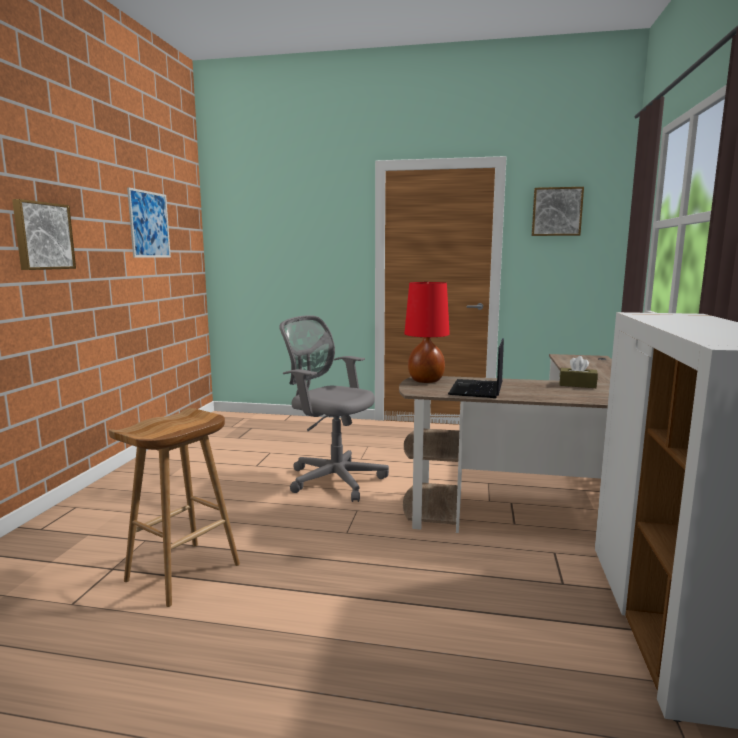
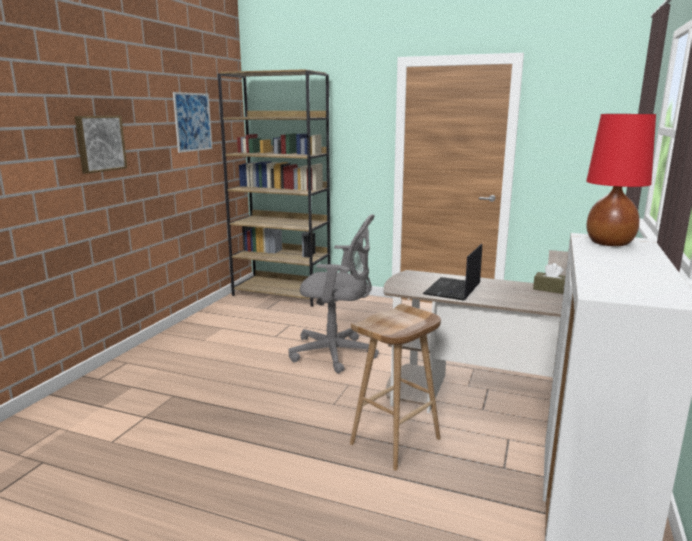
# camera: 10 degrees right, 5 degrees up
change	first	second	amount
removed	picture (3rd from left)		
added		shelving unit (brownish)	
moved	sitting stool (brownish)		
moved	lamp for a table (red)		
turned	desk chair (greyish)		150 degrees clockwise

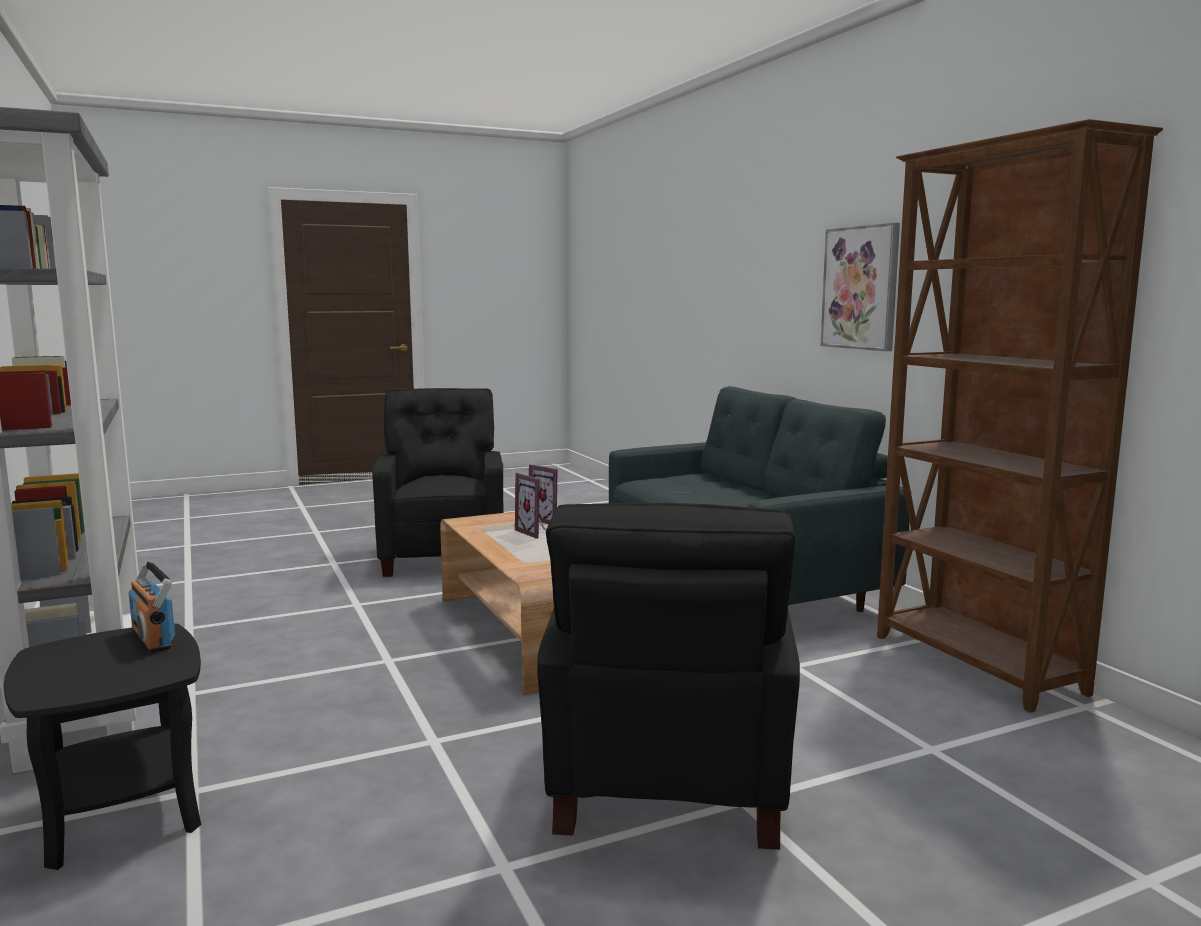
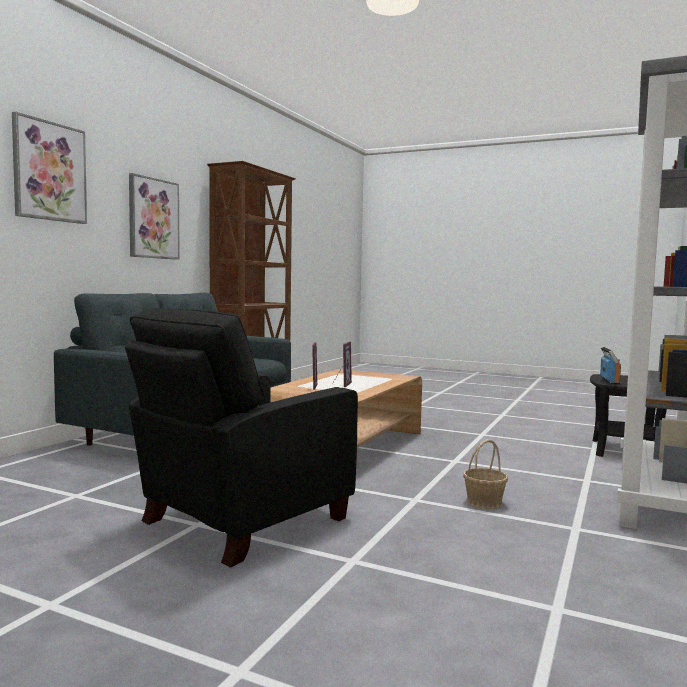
# camera: 130 degrees left, 5 degrees down
change	first	second	amount
removed	lounge chair (blackish) (2nd from left)		
added		picture (1st from left)	
added		basket	

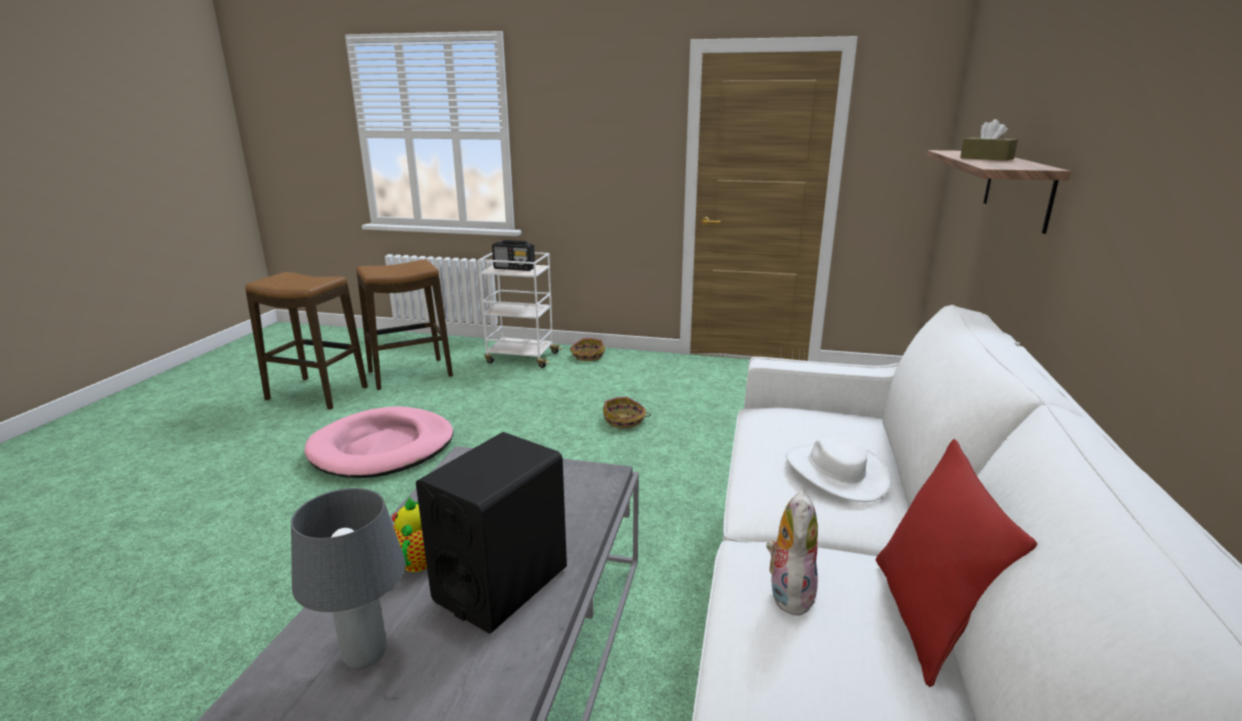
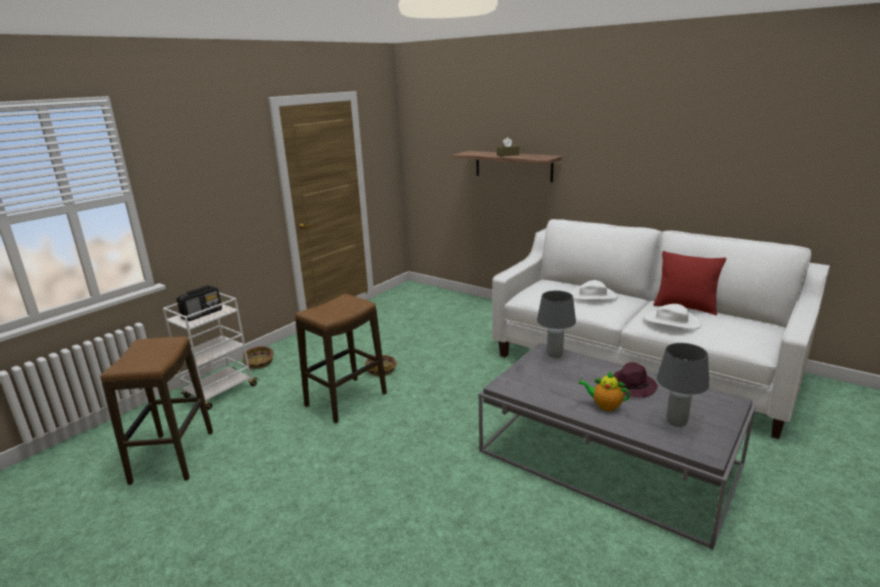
# camera: 65 degrees left, 0 degrees up
change	first	second	amount
removed	pet bed (pink-coloured)		
added		lamp for a table (greyish) (1st from left)	
moved	sitting stool (1st from left in the first image)	sitting stool (2nd from left)	
replaced	audio speaker (blackish)	hat (purple-coloured)	
replaced	plush toy	hat (whitish) (2nd from left)	

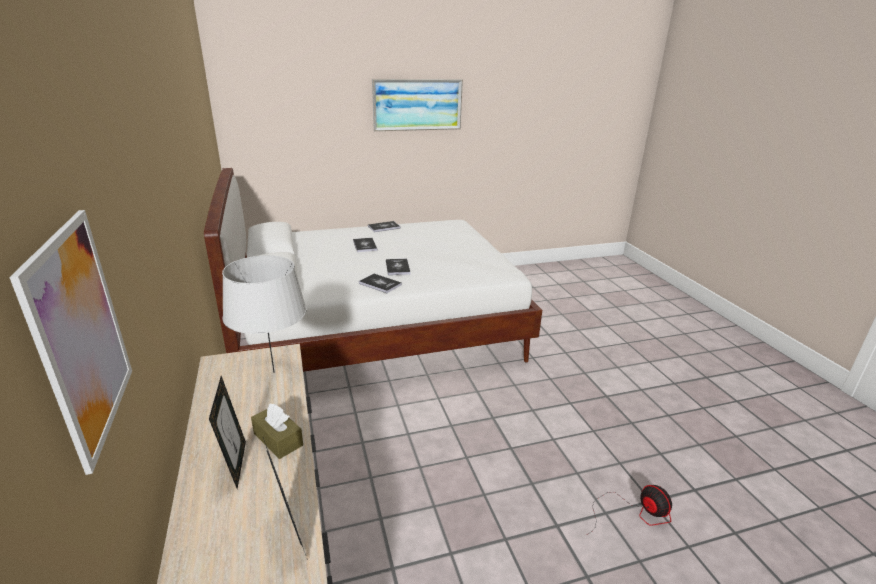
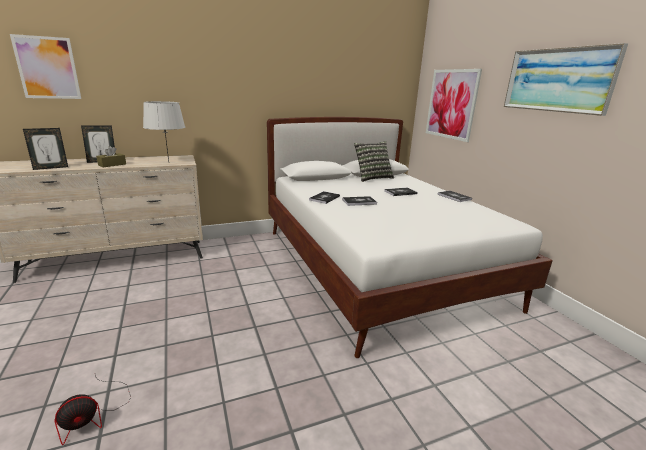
# camera: 85 degrees right, 5 degrees down
change	first	second	amount
added		throw pillow	
added		picture (2nd from left)	

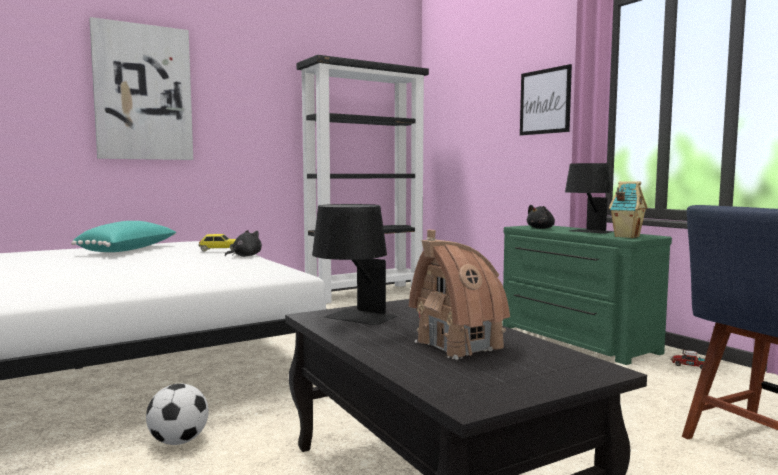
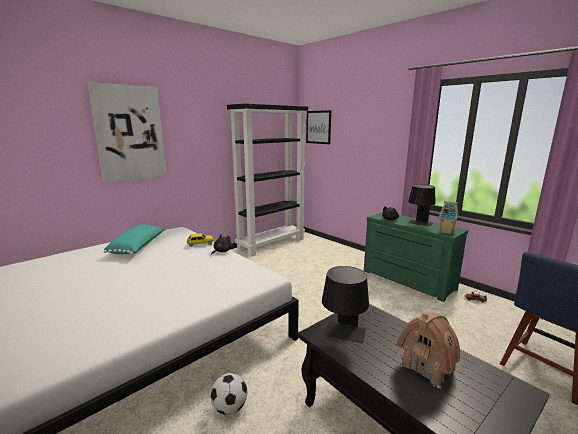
# camera: 10 degrees left, 10 degrees up
change	first	second	amount
moved	picture (2nd from left)		

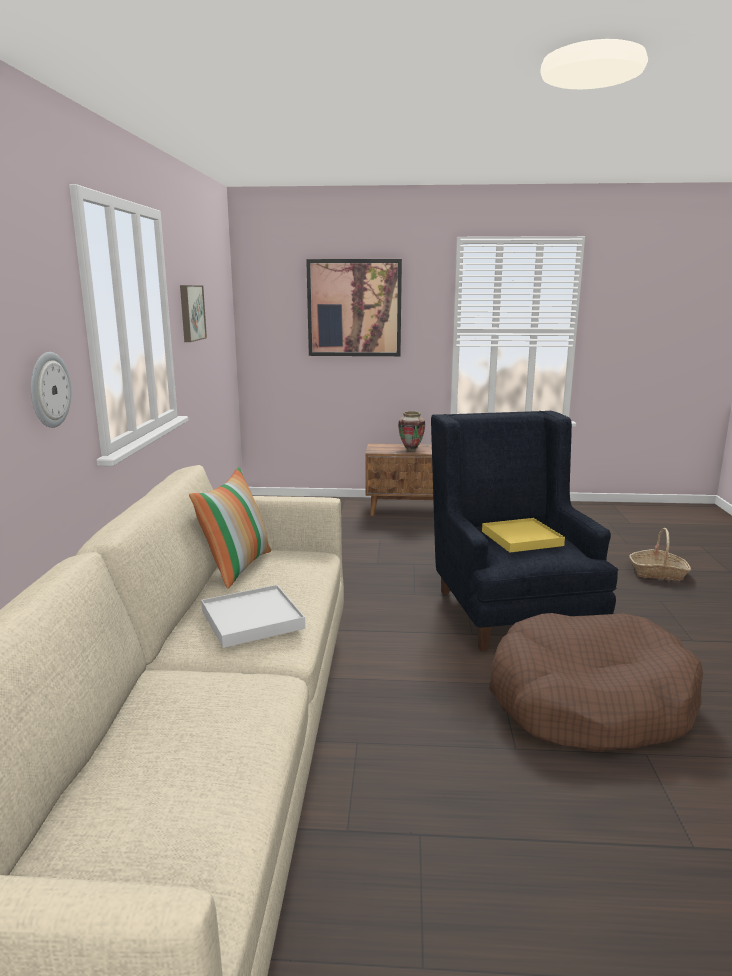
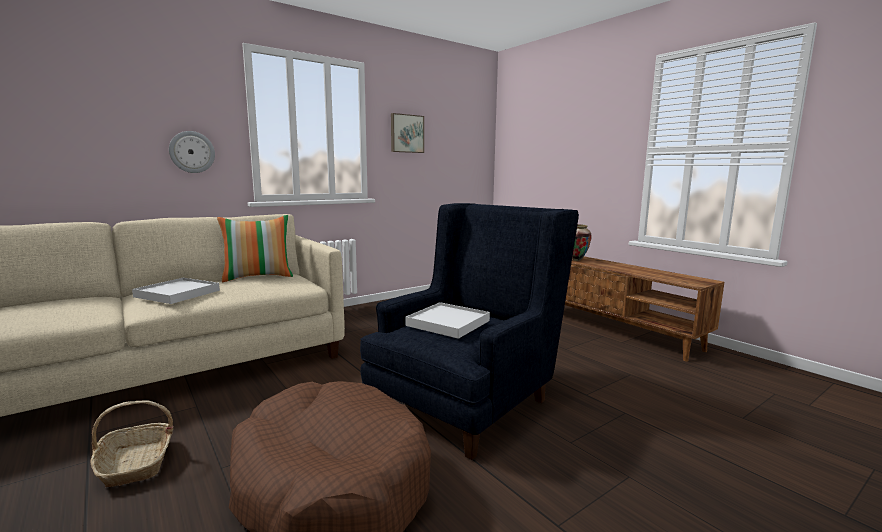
# camera: 50 degrees right, 5 degrees down
change	first	second	amount
removed	picture (2nd from left)		
moved	basket		
recoloured	serving tray (yellow-coloured)	serving tray (whitish) (2nd from left)	

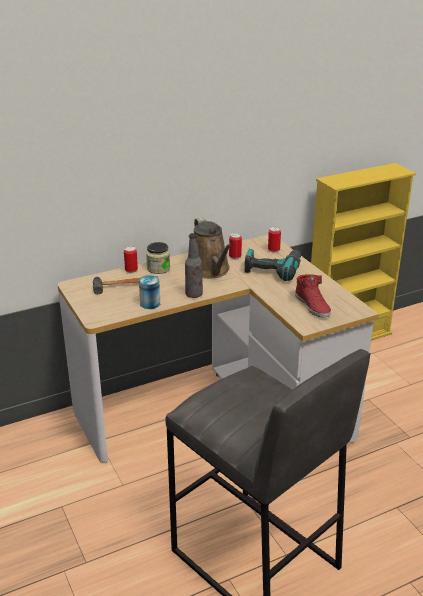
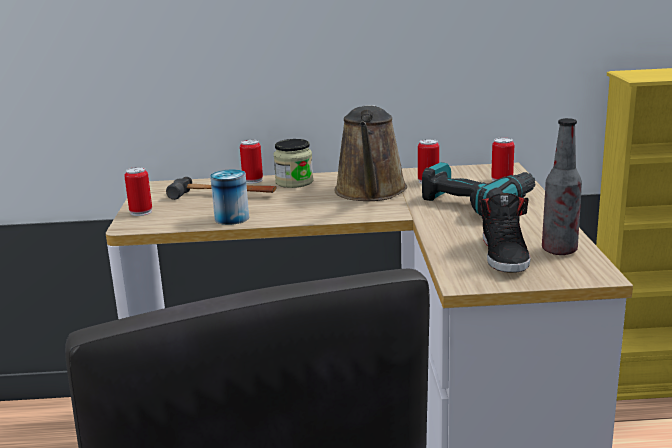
# camera: 25 degrees right, 10 degrees down
change	first	second	amount
added		sealed can (1st from left)	
moved	drink bottle		
recoloured	item of footwear (red)	item of footwear (blackish)	

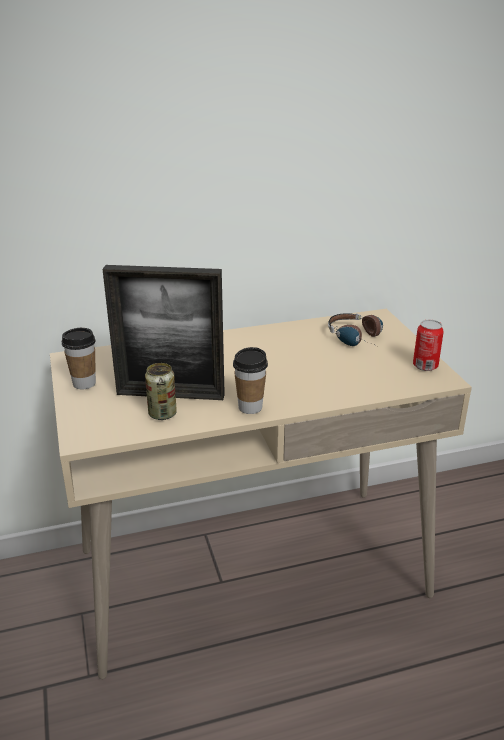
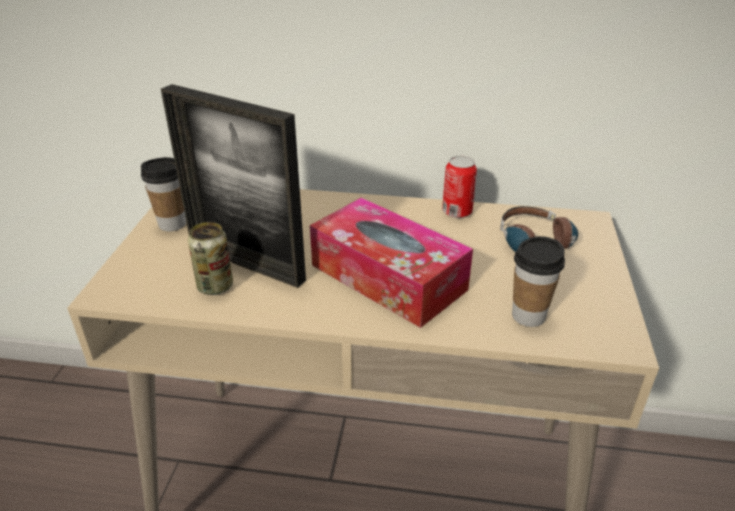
# camera: 25 degrees right, 5 degrees up
change	first	second	amount
added		tissue holder	
moved	small cup (2nd from left)		
moved	sealed can (2nd from left)		

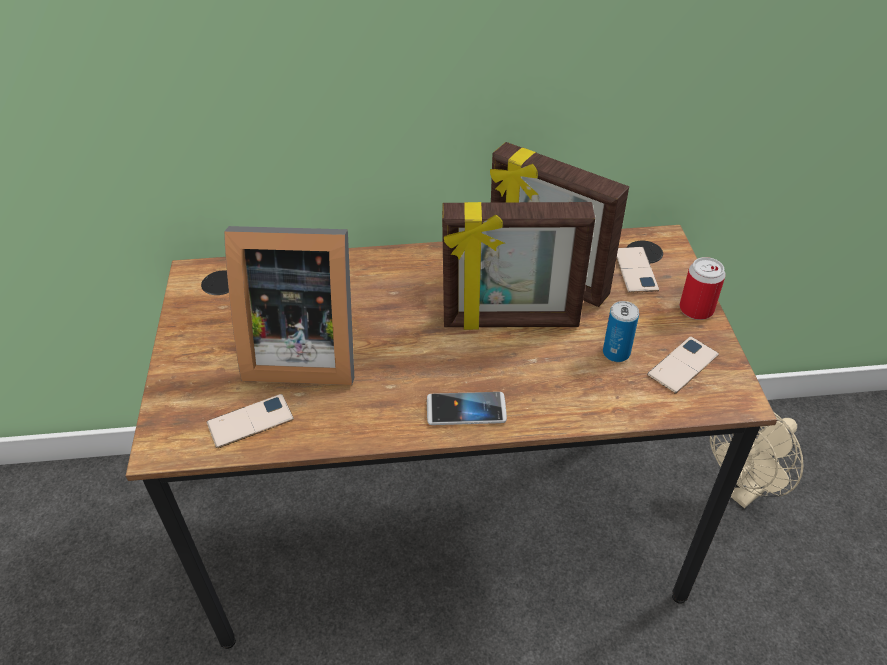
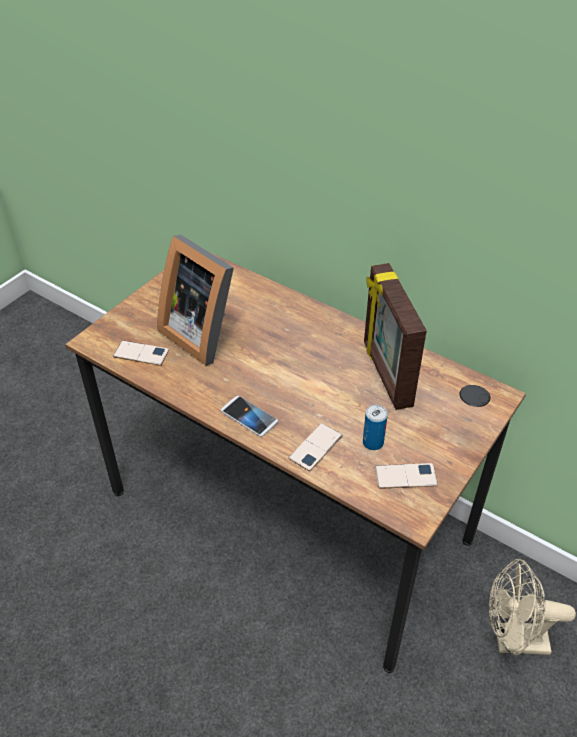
# camera: 40 degrees right, 0 degrees up
change	first	second	amount
removed	picture frame (2nd from left)		
removed	sealed can (2nd from left)		
moved	handset (3rd from left)		

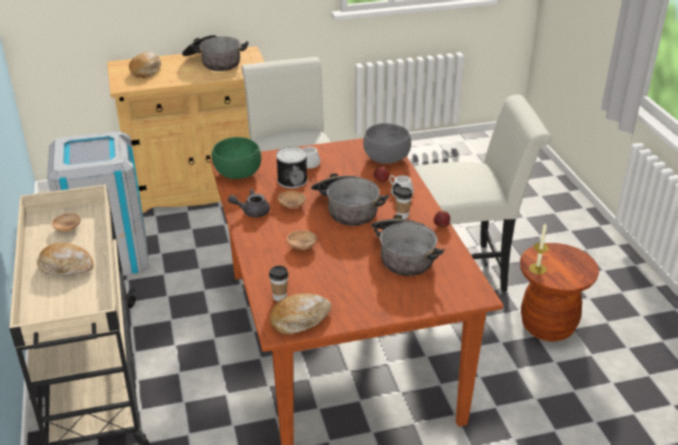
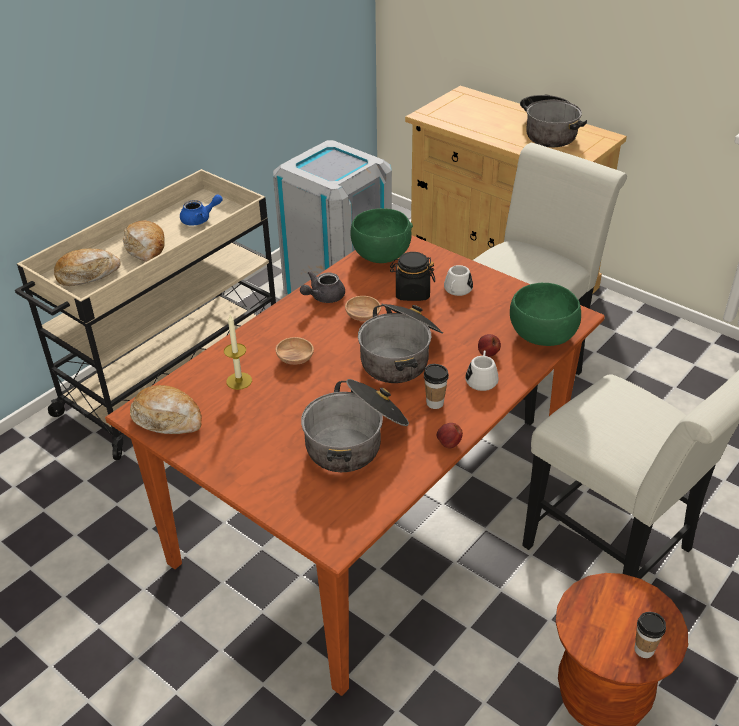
# camera: 55 degrees right, 5 degrees up
change	first	second	amount
moved	bakery bread (2nd from left in the first image)	bakery bread (1st from left)	
moved	small cup (1st from left in the first image)	small cup (2nd from left)	
moved	wax light		
replaced	bowl (brownish) (1st from left)	tea pot (blue-coloured)	
replaced	sealed can	preserve jar (blackish)	
recoloured	bowl (greyish)	bowl (greenish) (2nd from left)	
turned	tea pot (greyish)		90 degrees counterclockwise

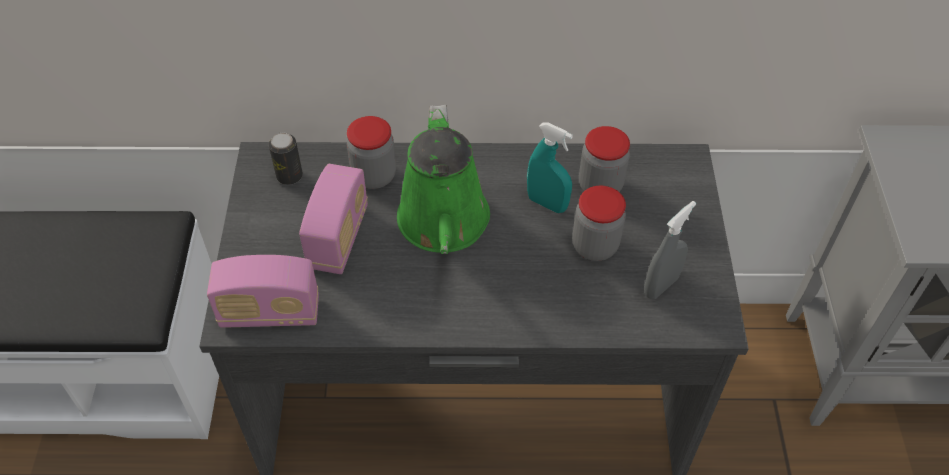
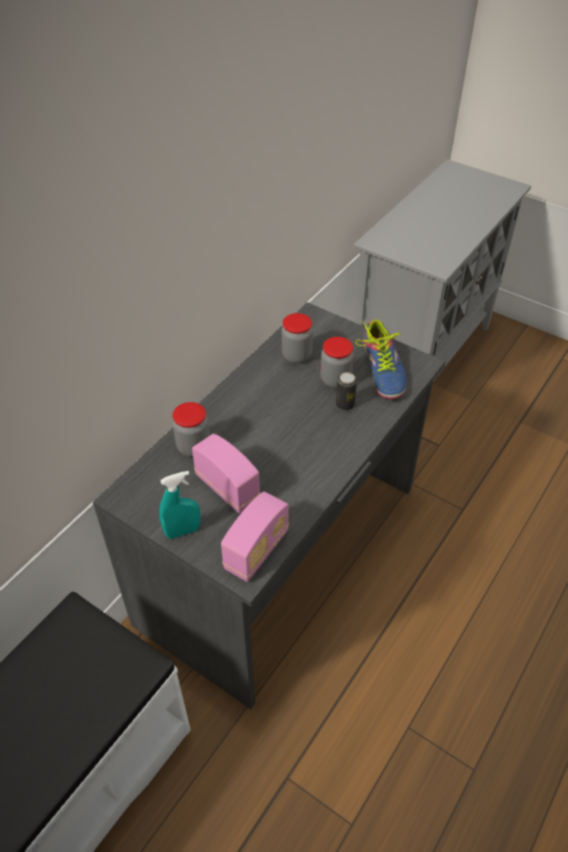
# camera: 55 degrees left, 5 degrees down
change	first	second	amount
removed	watering can (greenish)		
moved	sealed can		
moved	sprayer (turquoise-coloured)		
replaced	sprayer (greyish)	item of footwear	

